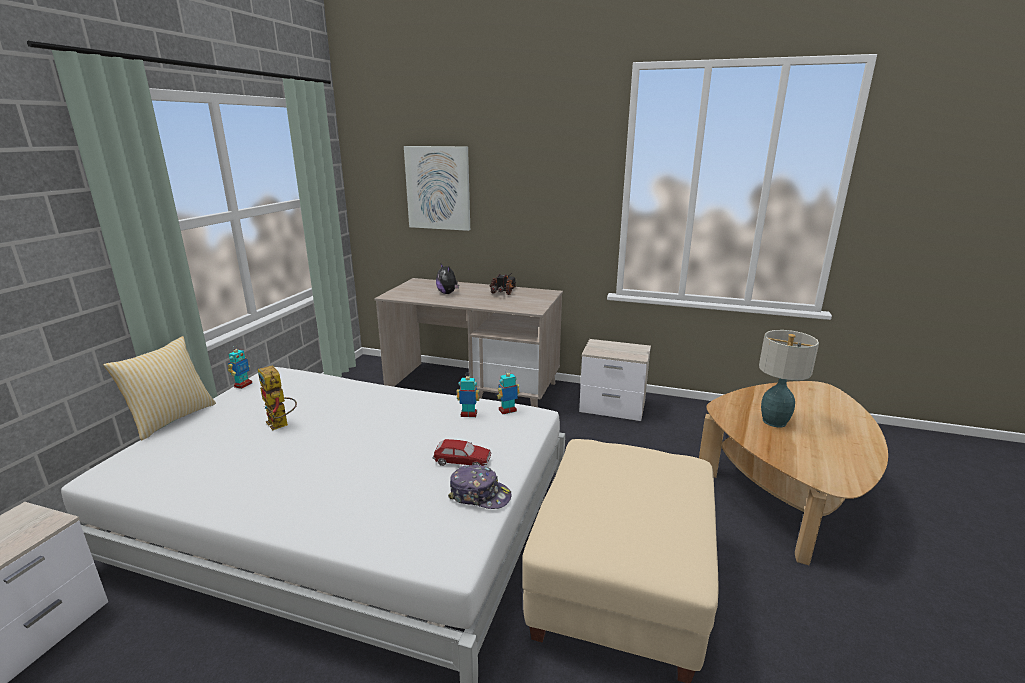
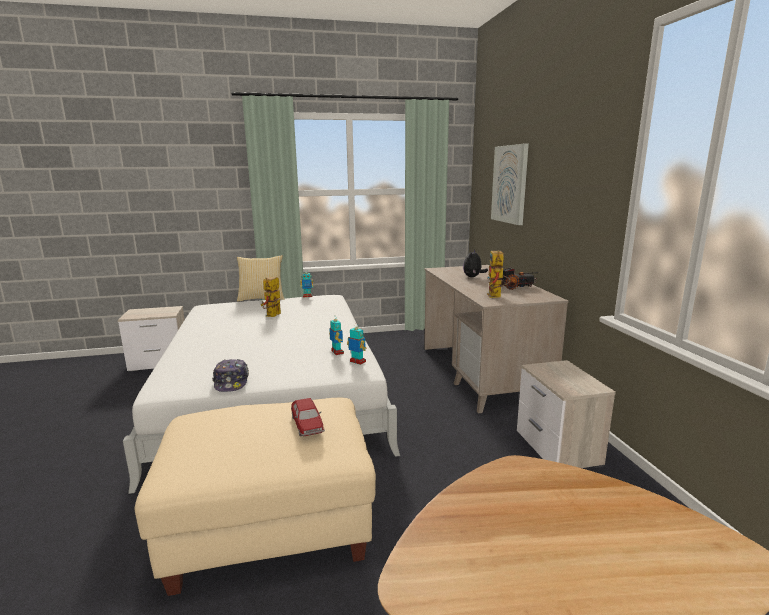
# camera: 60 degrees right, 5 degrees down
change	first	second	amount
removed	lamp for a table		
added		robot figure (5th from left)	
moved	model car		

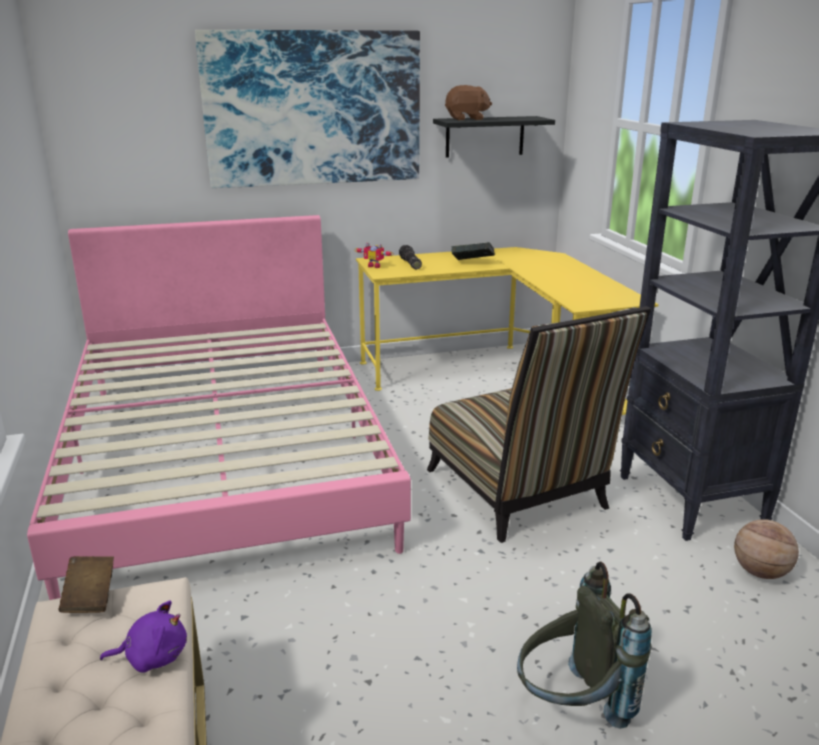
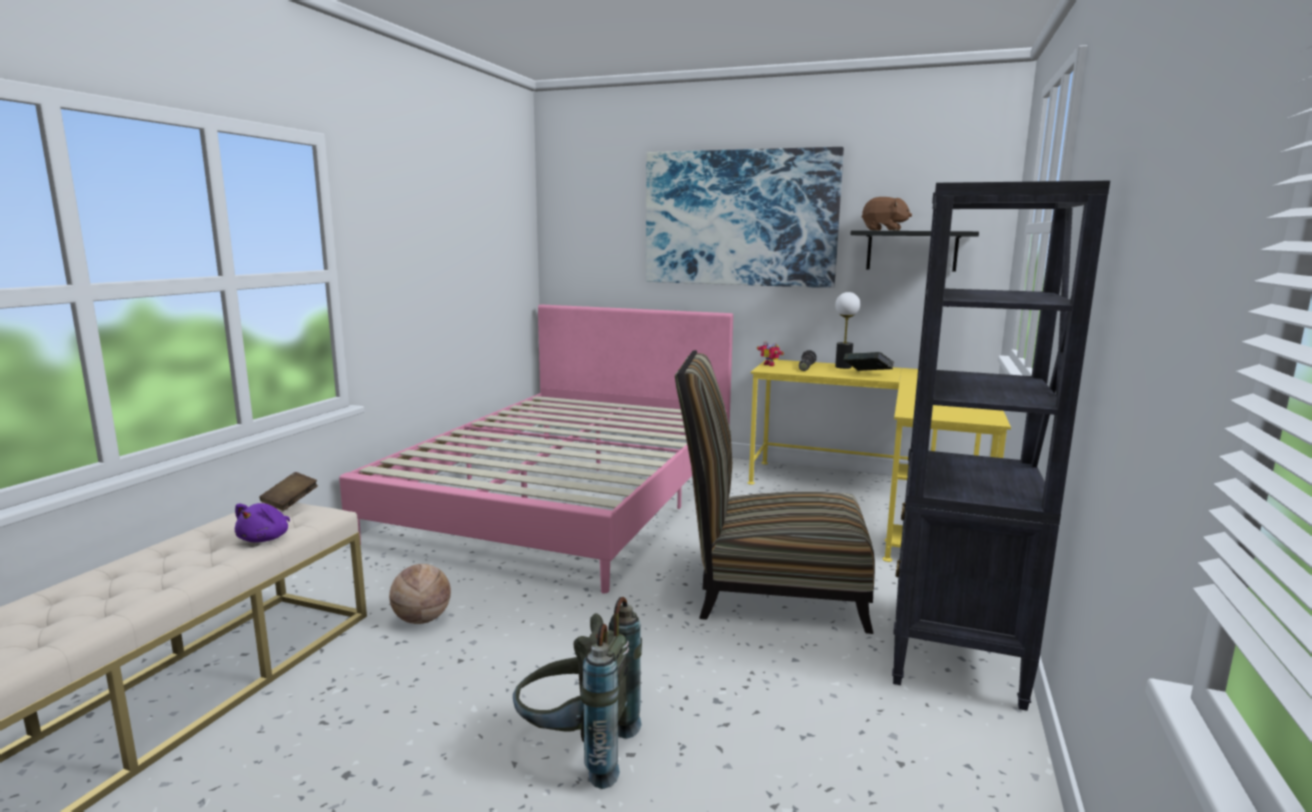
# camera: 35 degrees right, 10 degrees down
change	first	second	amount
added		lamp for a table	
moved	ball for basketball		
turned	plush toy (purple-coloured)		75 degrees clockwise
turned	upright chair		90 degrees clockwise

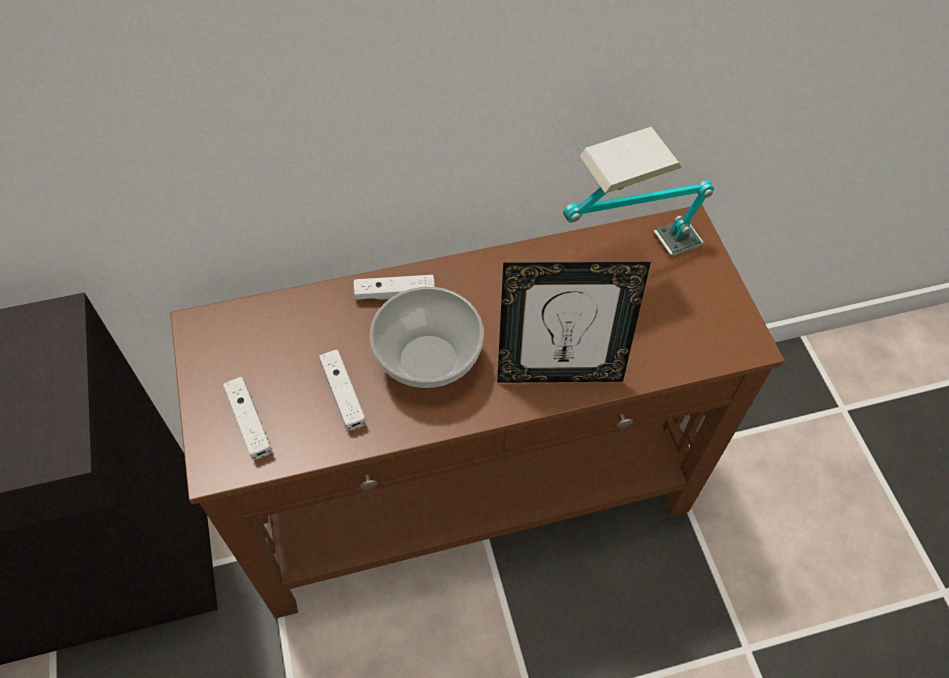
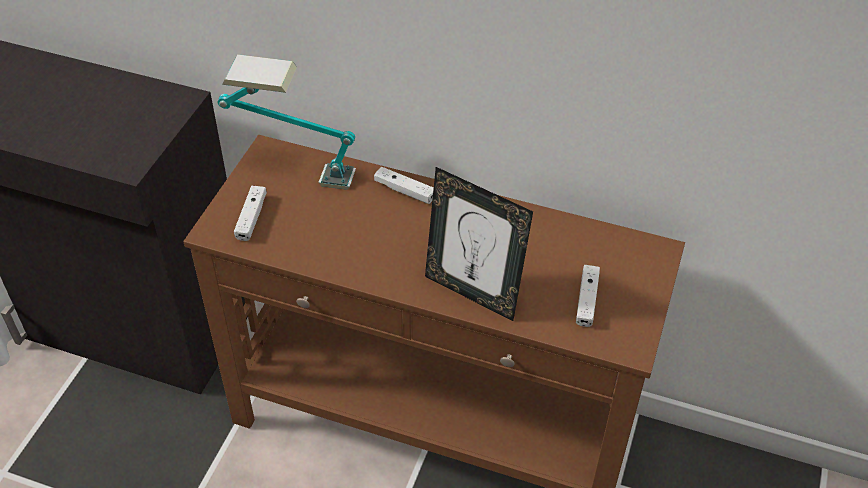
# camera: 35 degrees right, 10 degrees down
change	first	second	amount
removed	bowl		
moved	game controller (whitish) (2nd from left in the first image)	game controller (whitish) (3rd from left)	
moved	lamp for a table		

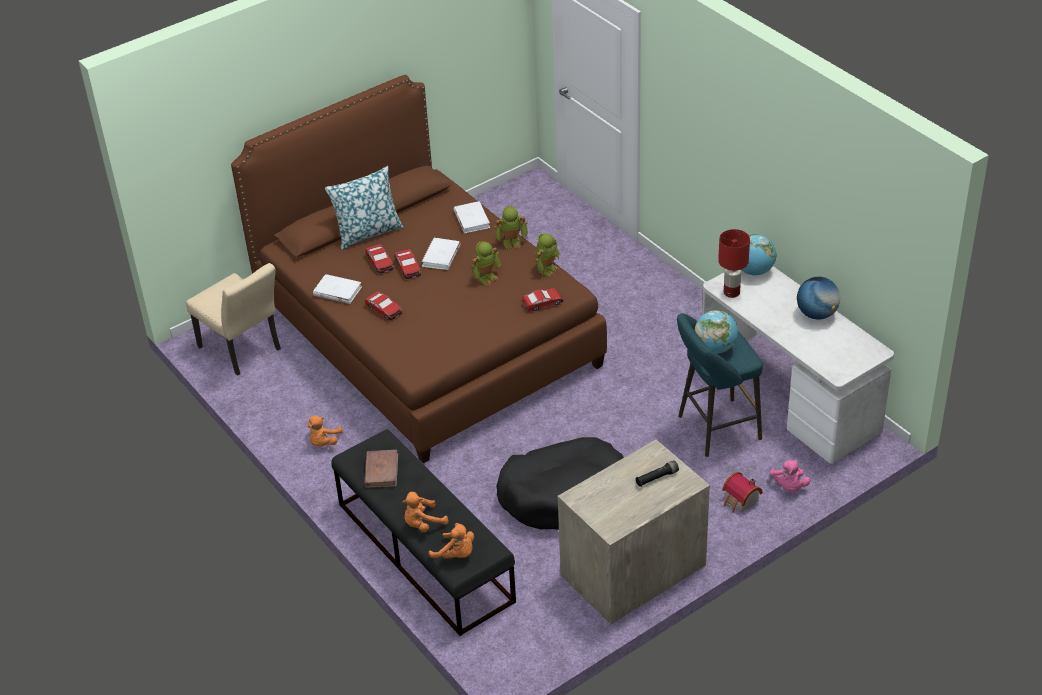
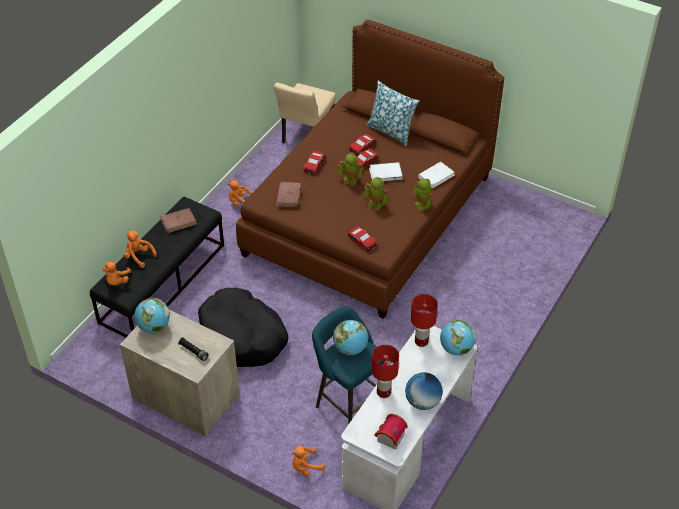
# camera: 65 degrees right, 5 degrees up
change	first	second	amount
removed	book (whitish) (1st from left)		
added		globe (1st from left)	
added		book (brownish) (2nd from left)	
added		lamp for a table (red) (1st from left)	
moved	robot figure (3rd from left in the first image)	robot figure (1st from left)	
moved	miniature house		
recoloured	plush toy (pink-coloured)	plush toy (orange) (4th from left)	

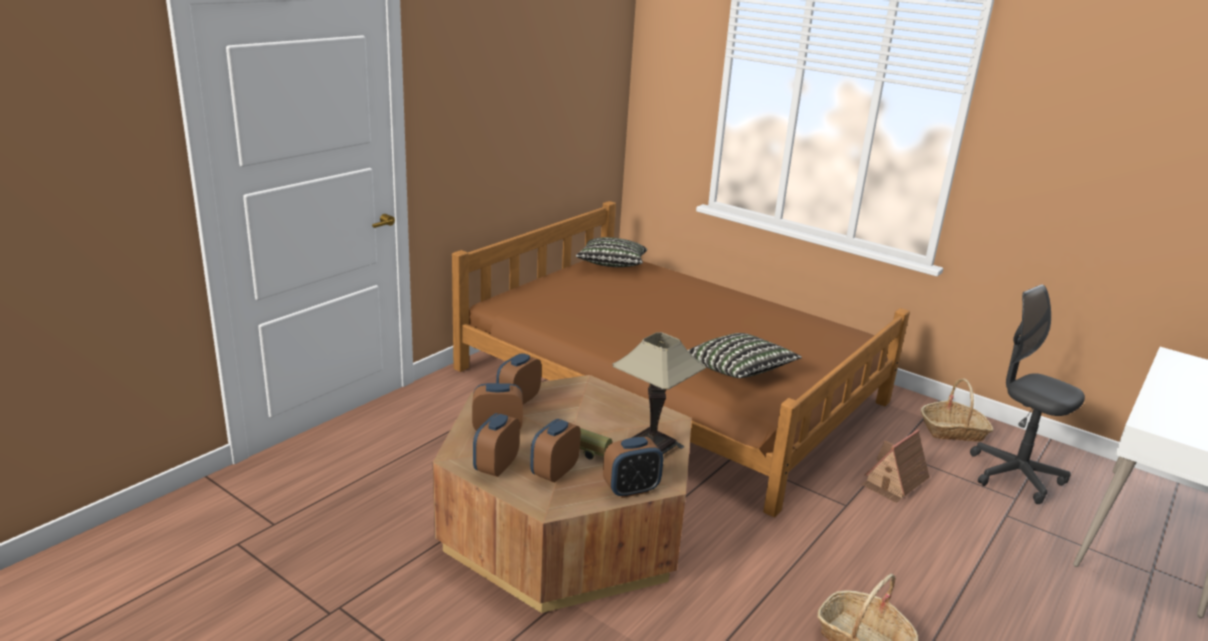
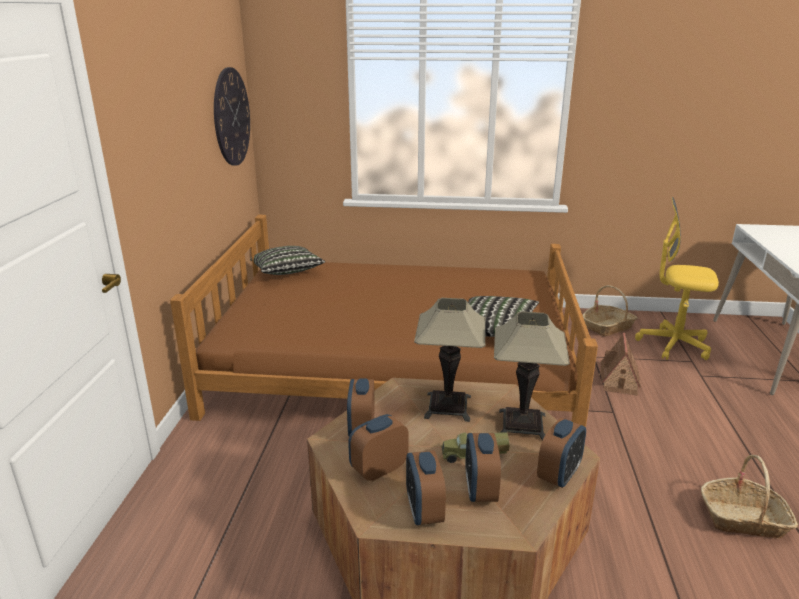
# camera: 30 degrees left, 0 degrees up
change	first	second	amount
added		hanging clock	
added		lamp for a table (1st from left)	
recoloured	desk chair (greyish)	desk chair (yellow-coloured)	

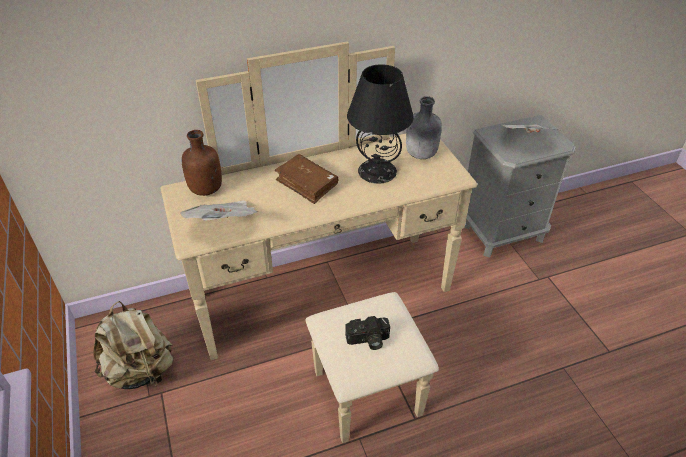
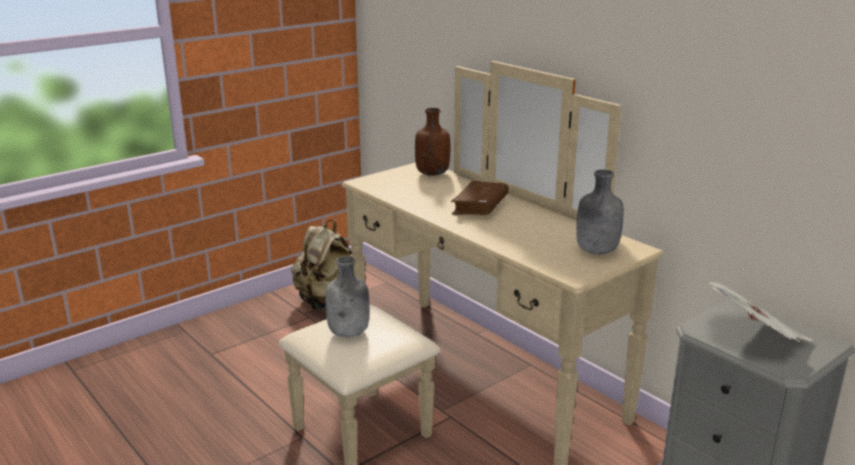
# camera: 70 degrees right, 20 degrees down
change	first	second	amount
removed	daily paper (1st from left)		
removed	lamp for a table (blackish)		
replaced	still camera	drink bottle (greyish) (1st from left)	

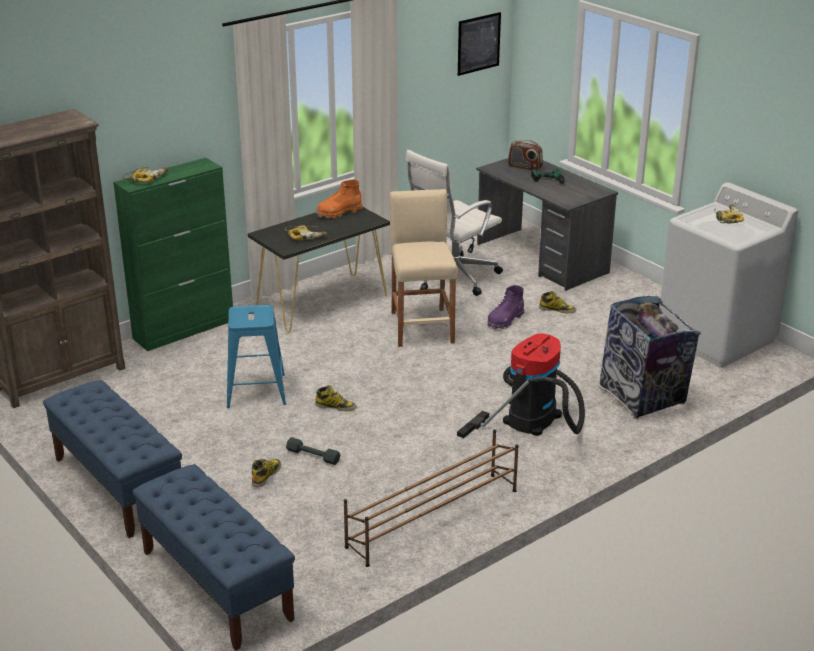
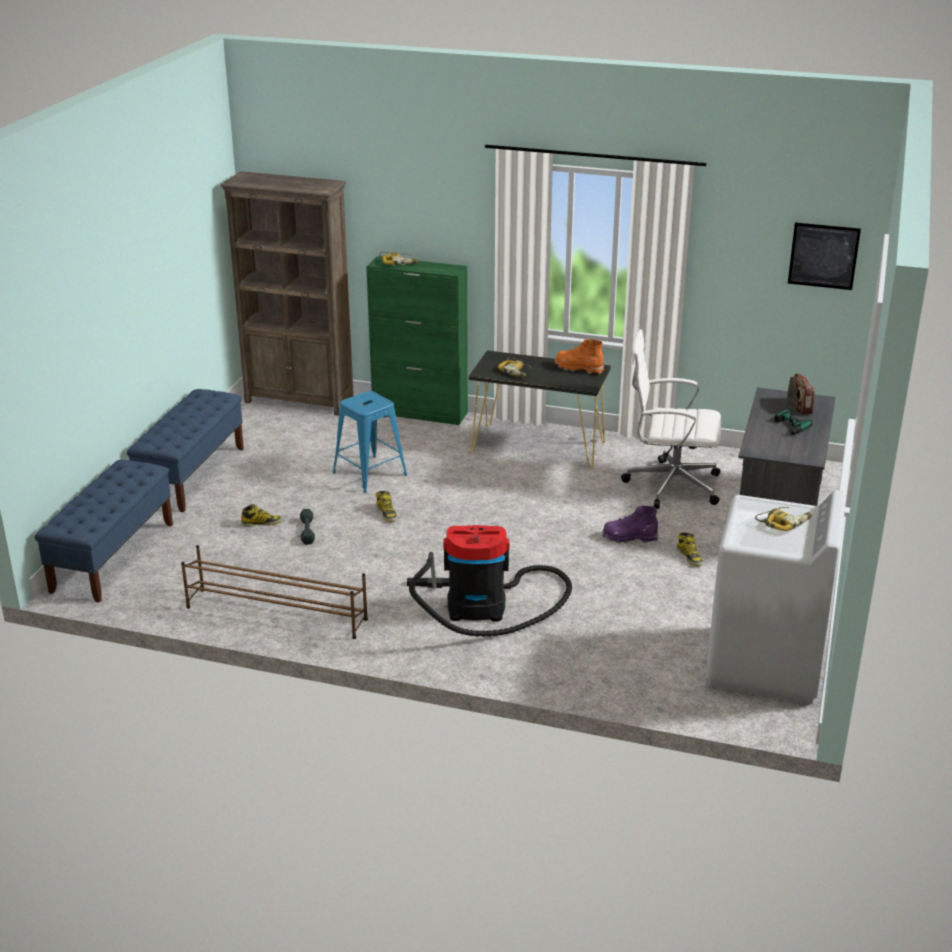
# camera: 55 degrees right, 0 degrees up
change	first	second	amount
removed	sitting stool (beige-coloured)		
removed	rubbish bin		

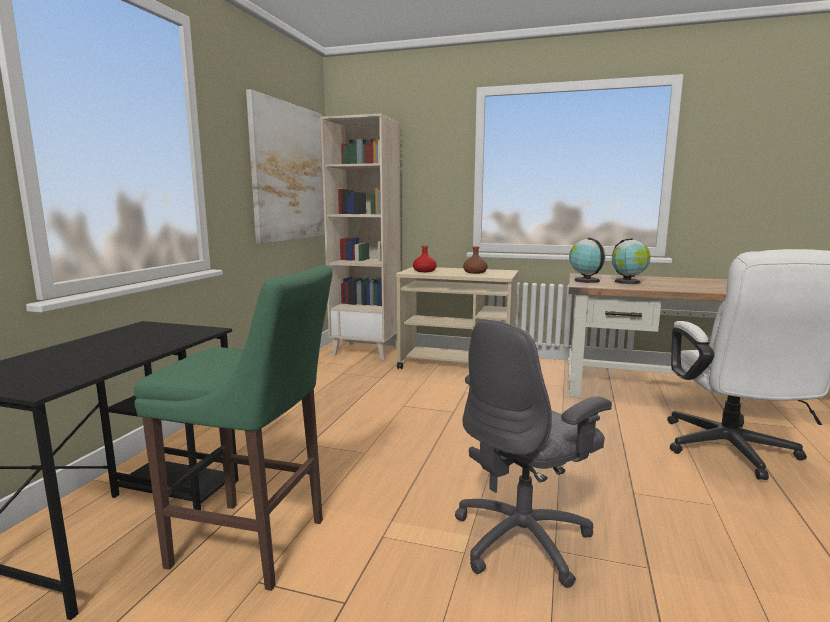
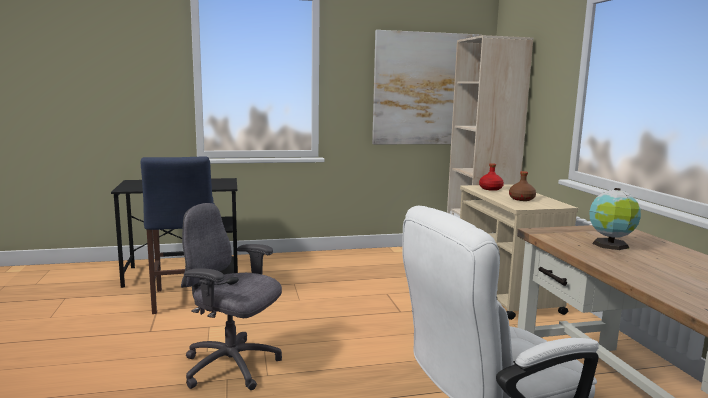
# camera: 60 degrees right, 0 degrees up
change	first	second	amount
removed	globe (1st from left)		
recoloured	sitting stool (greenish)	sitting stool (blue-coloured)	

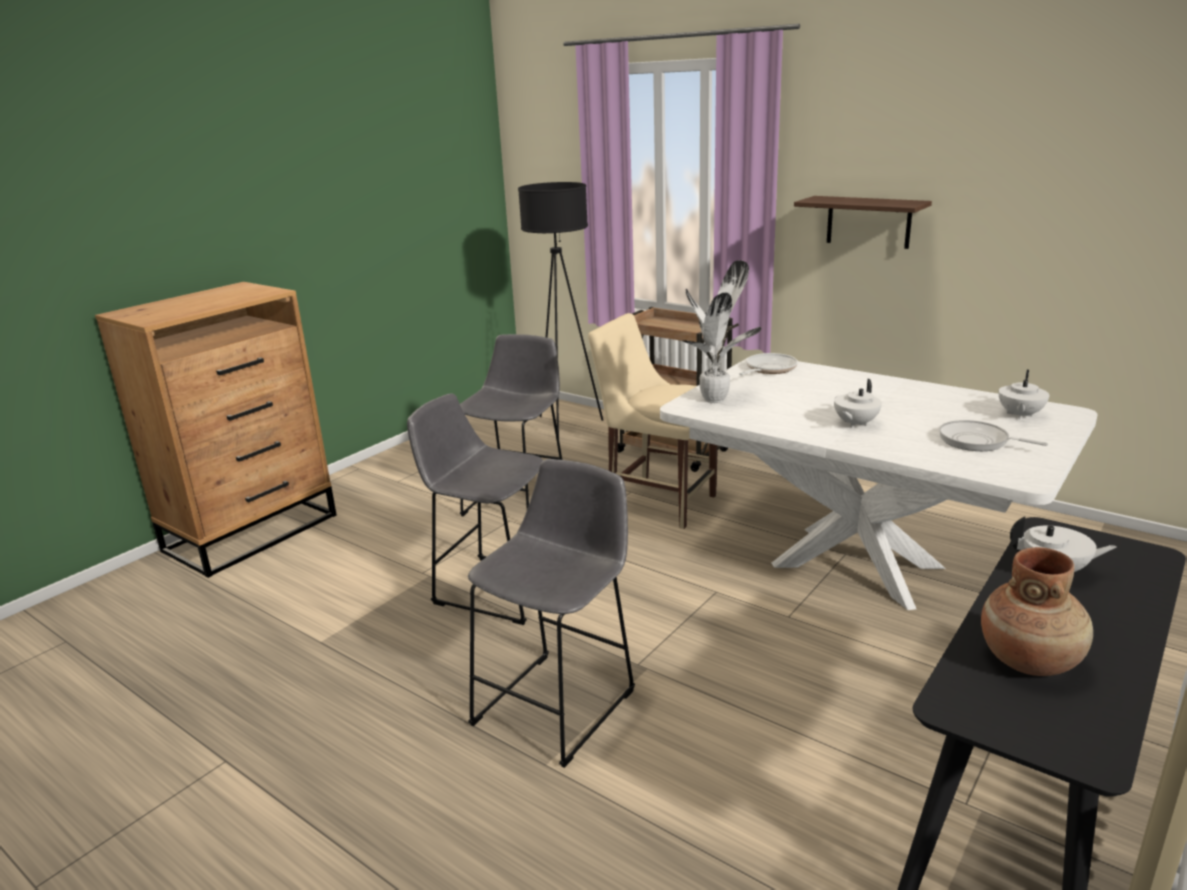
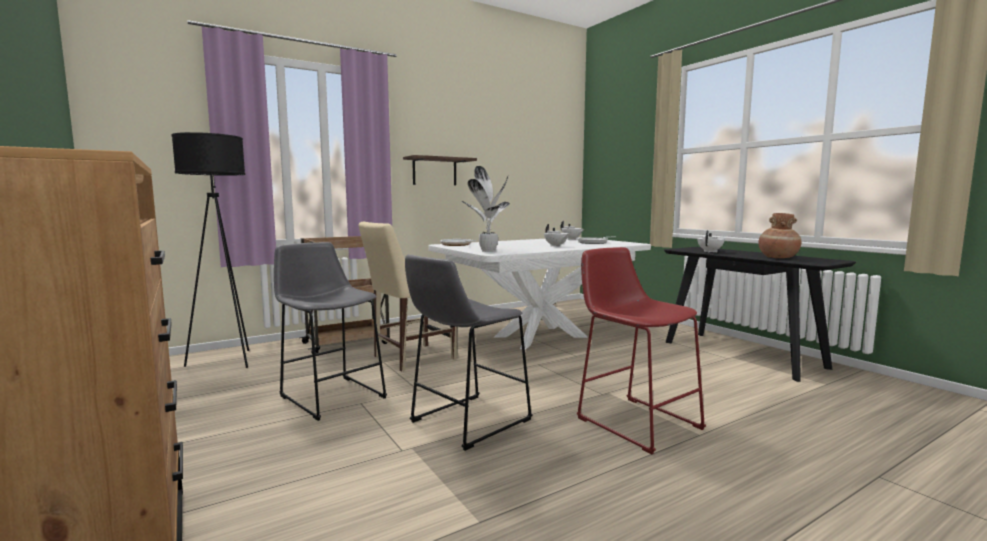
# camera: 70 degrees left, 15 degrees down
change	first	second	amount
recoloured	sitting stool (greyish) (3rd from left)	sitting stool (red)	

